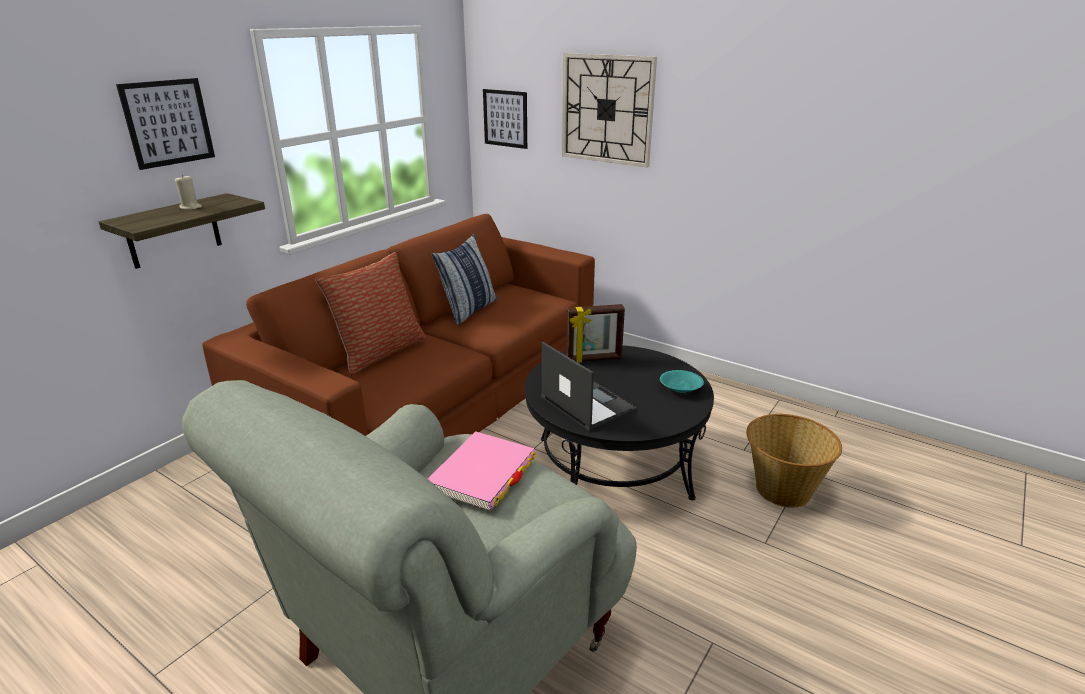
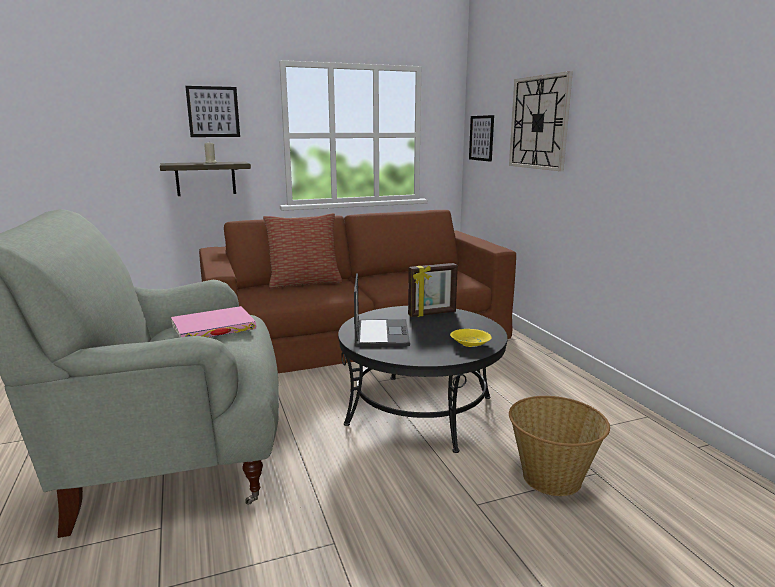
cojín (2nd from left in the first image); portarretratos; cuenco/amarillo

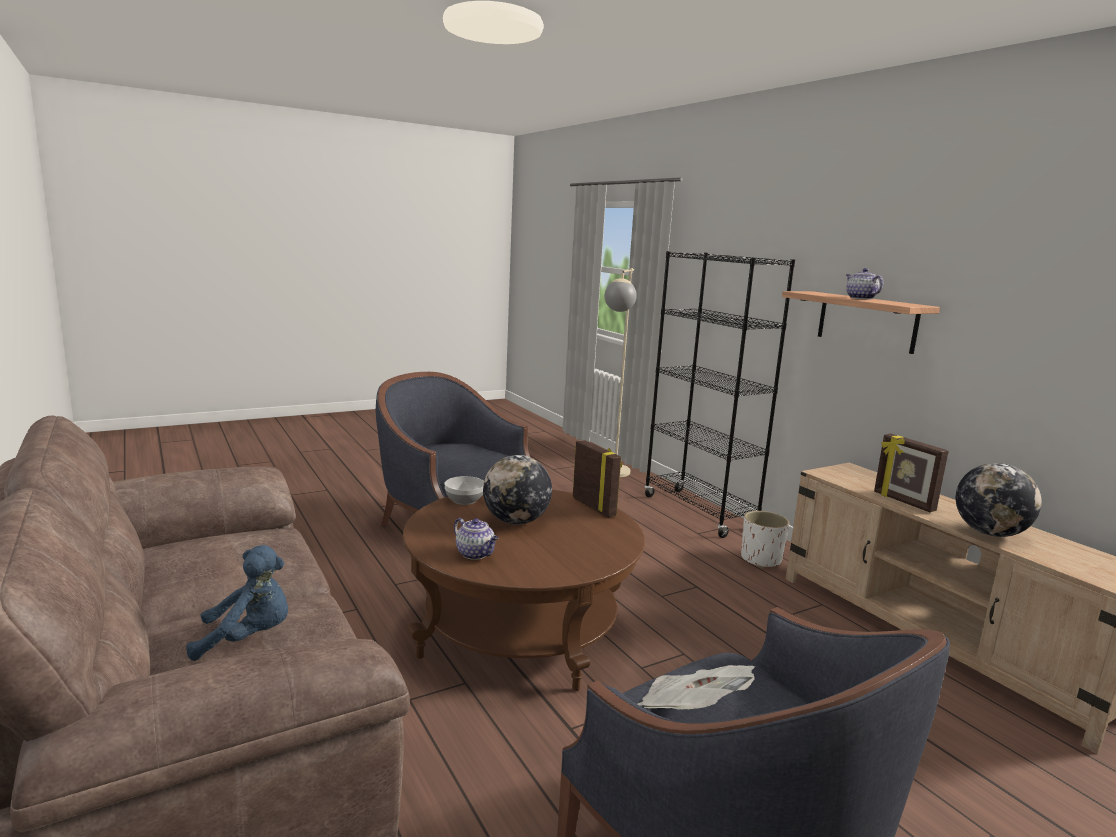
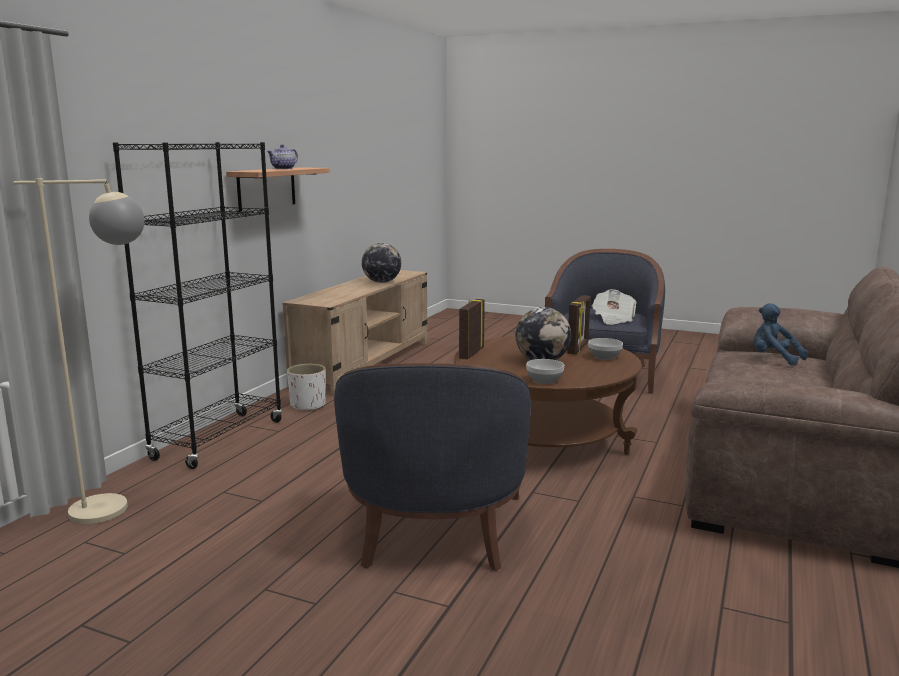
portarretratos (2nd from left); cuenco (2nd from left)

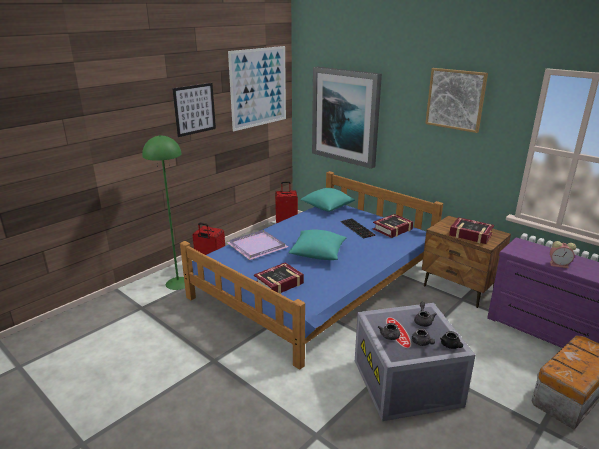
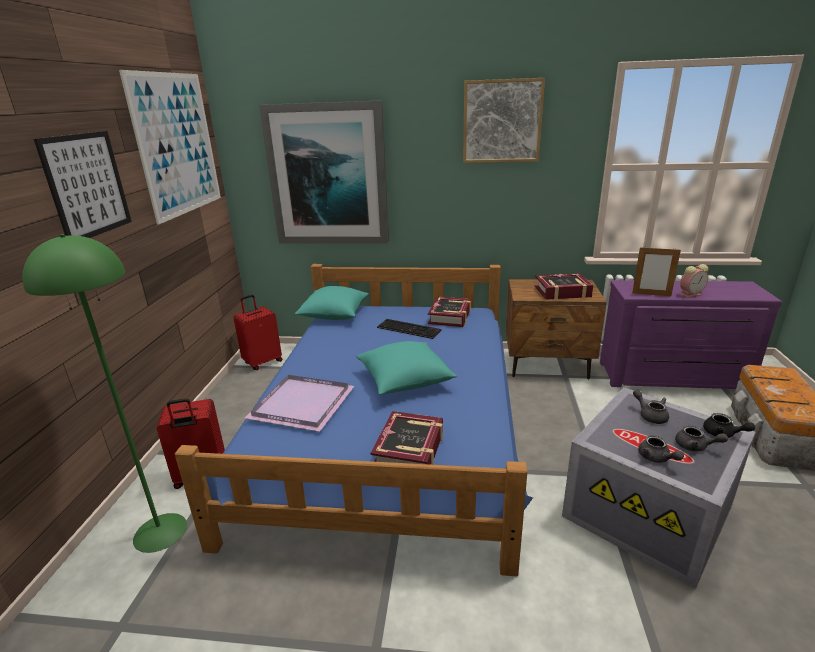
portarretratos

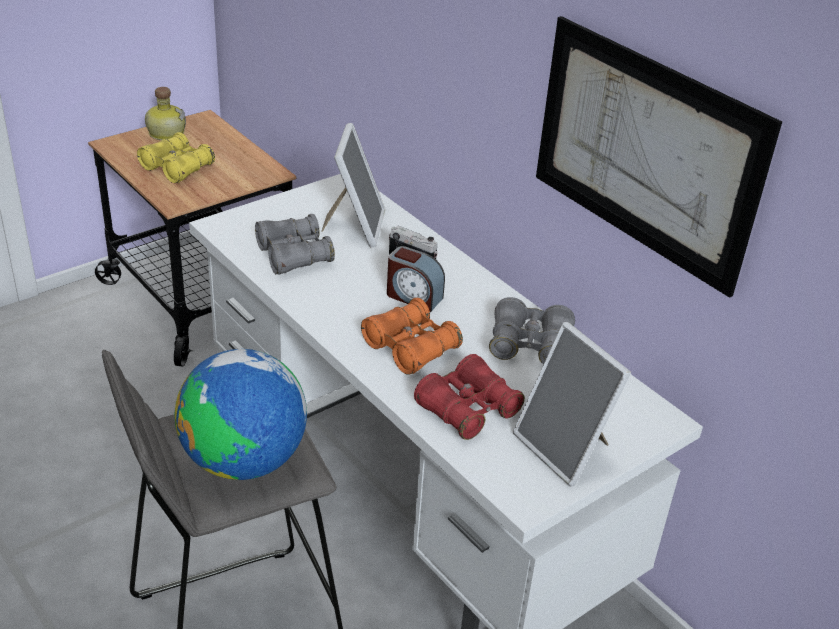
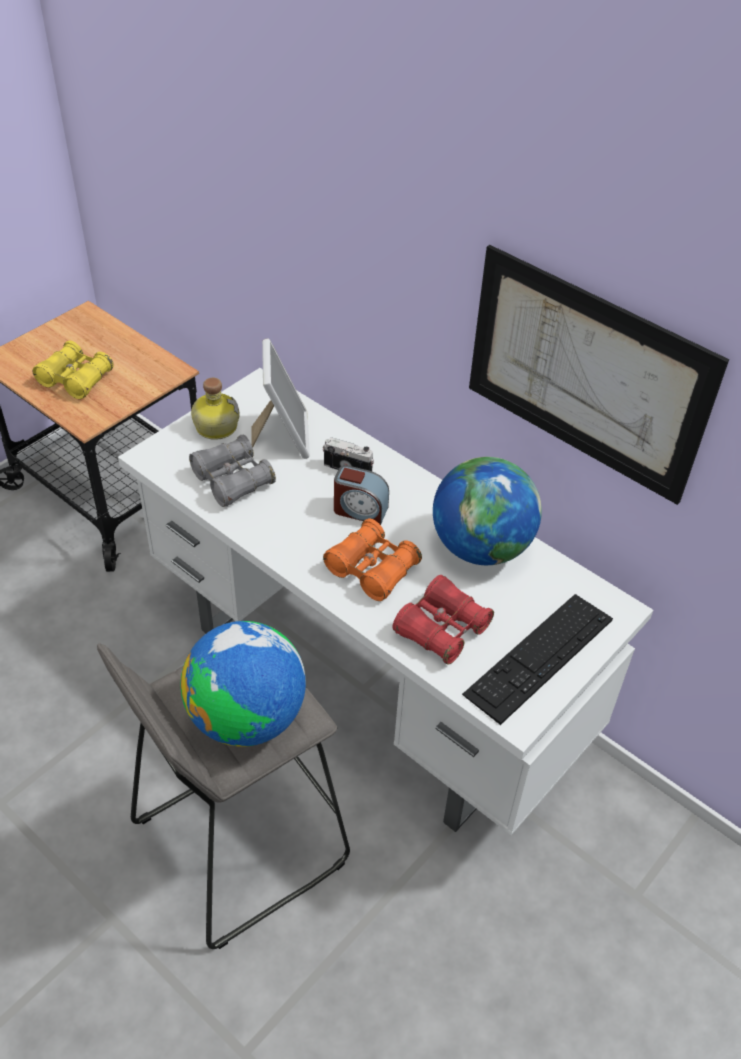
botella; globo terráqueo (2nd from left); teclado

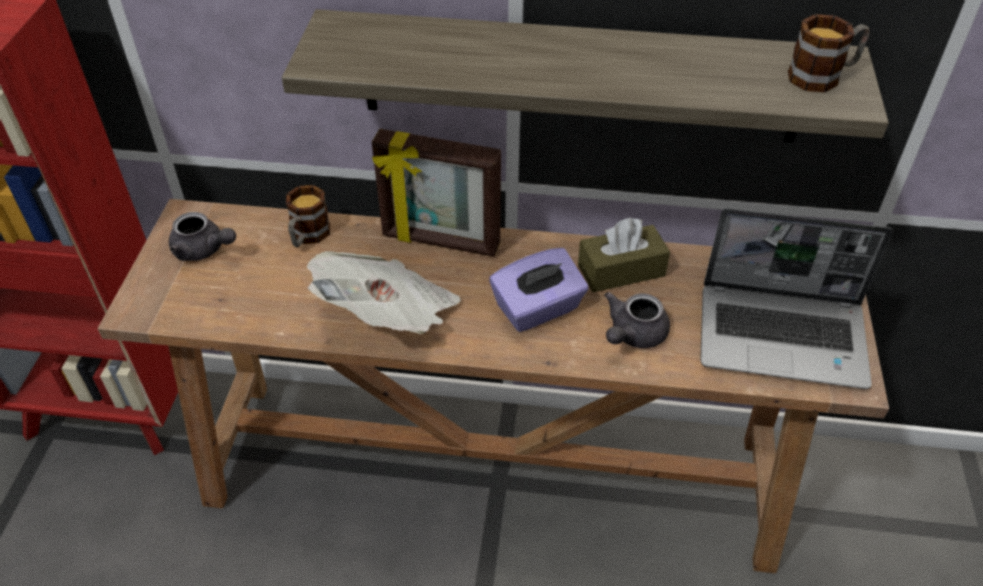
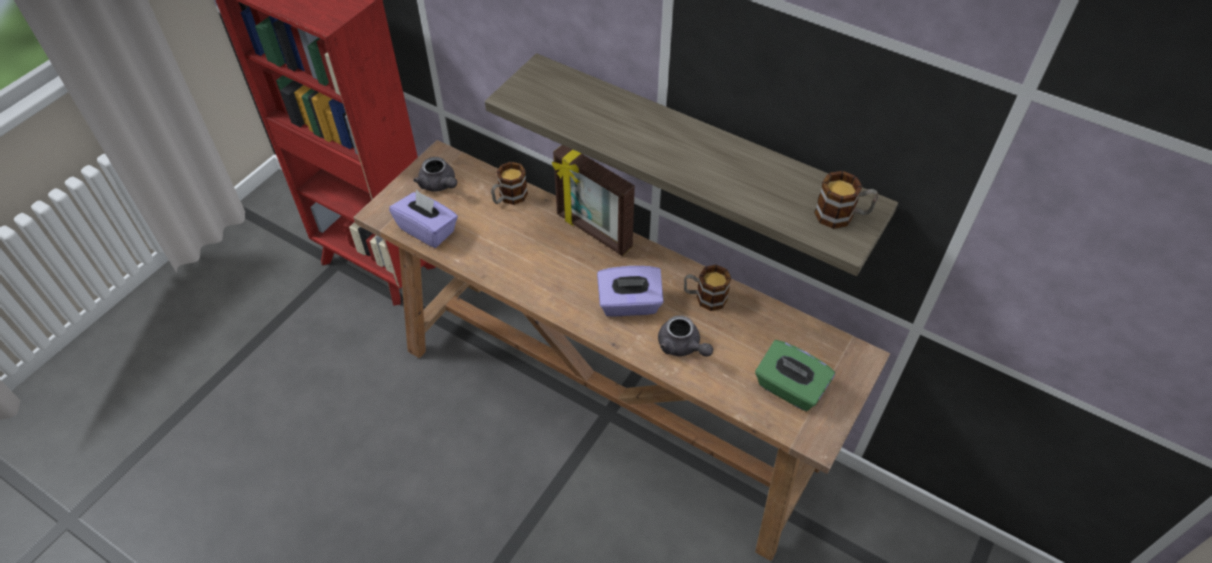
caja de pañuelos/verde; taza grande (2nd from left); periódico; tetera/gris (2nd from left); caja de pañuelos/morado (1st from left)

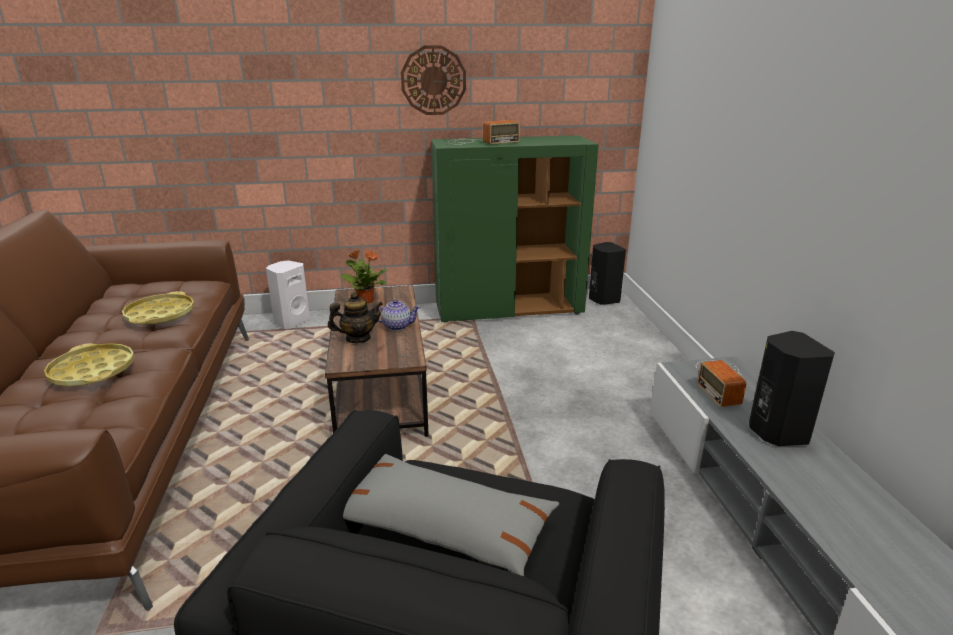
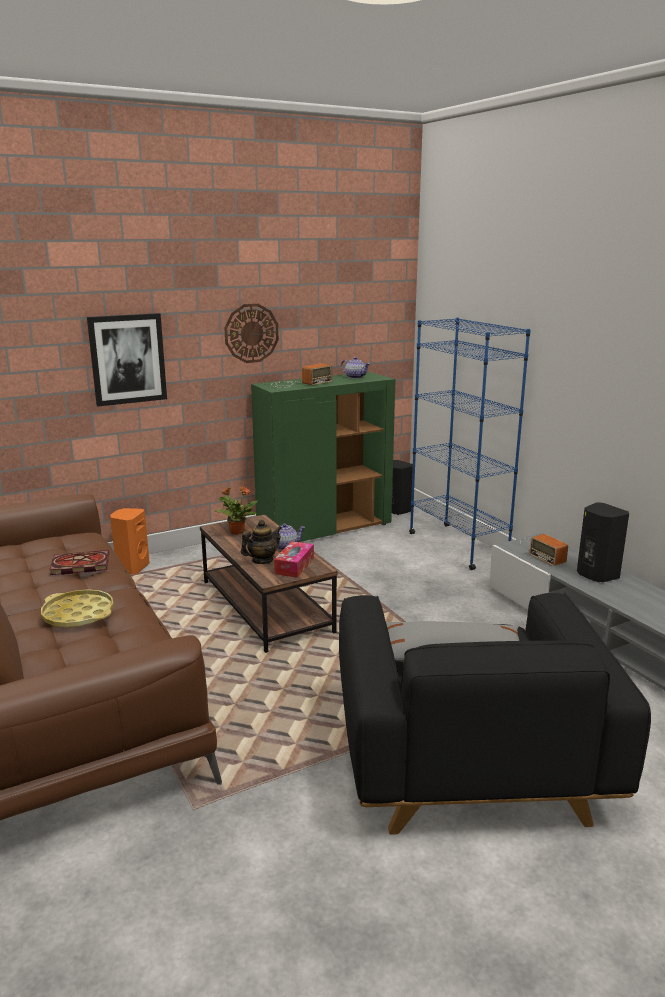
altavoz/naranja; libro; cuadro; estantería/azul; tetera (3rd from left); caja de pañuelos

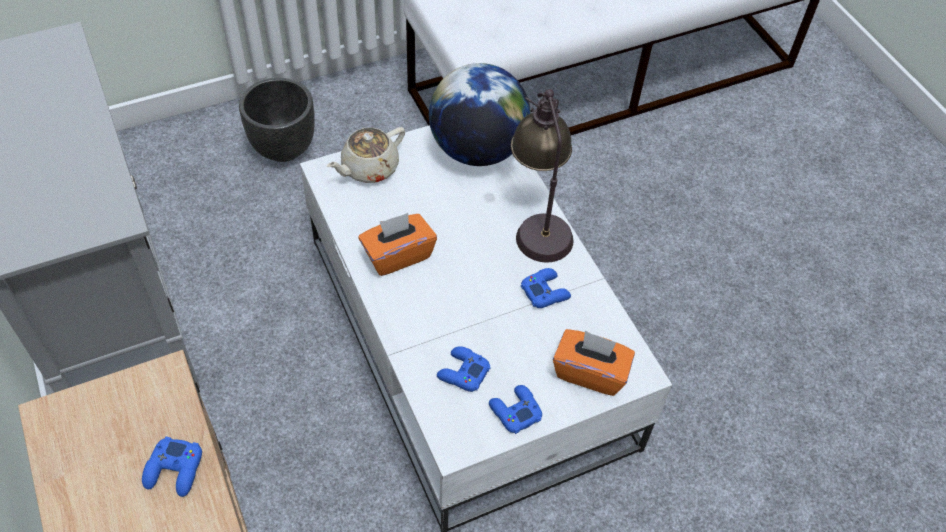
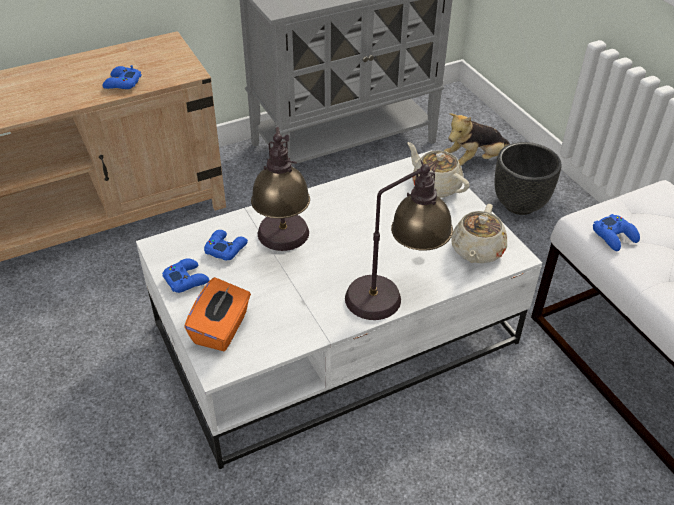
tetera/beis (2nd from left); caja de pañuelos/naranja (1st from left in the first image); mando de consola/azul (4th from left); peluche; lámpara de mesa (1st from left)

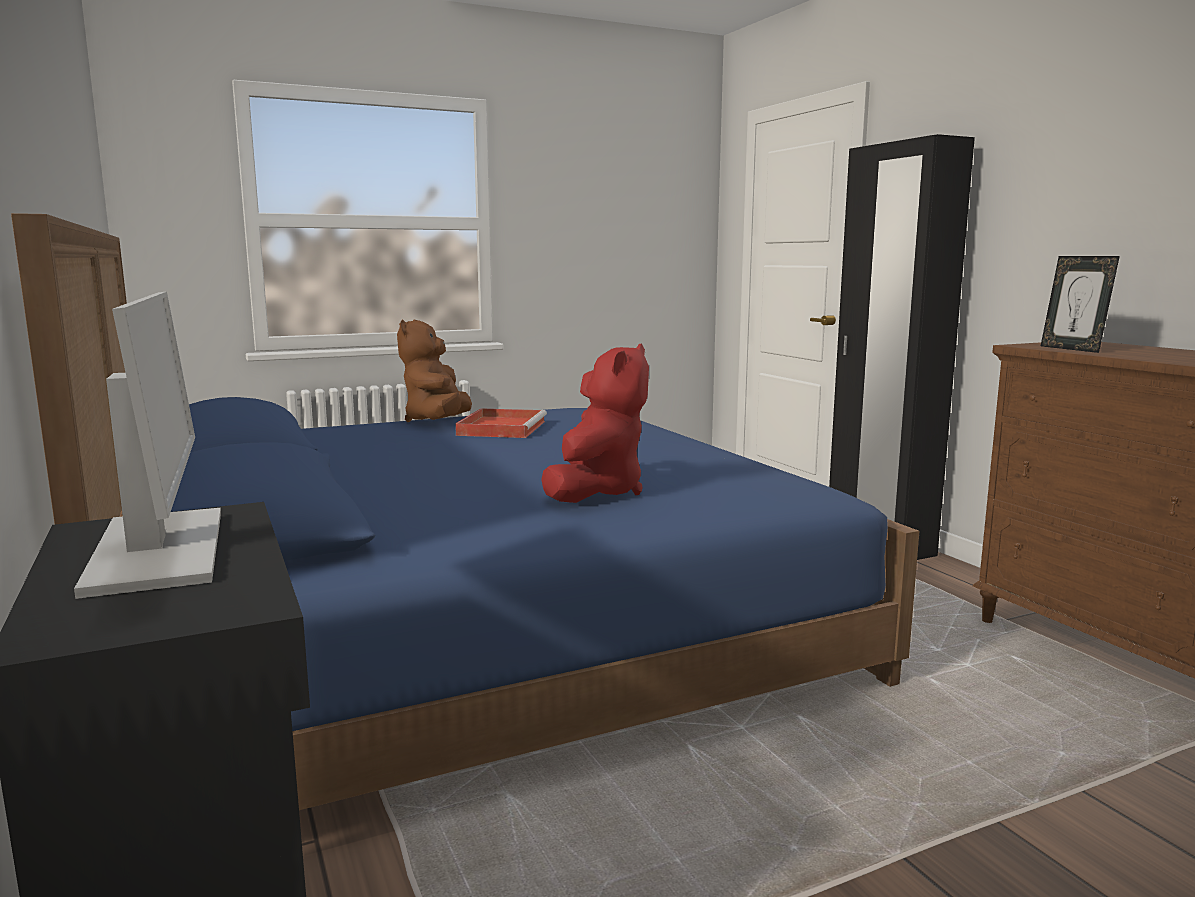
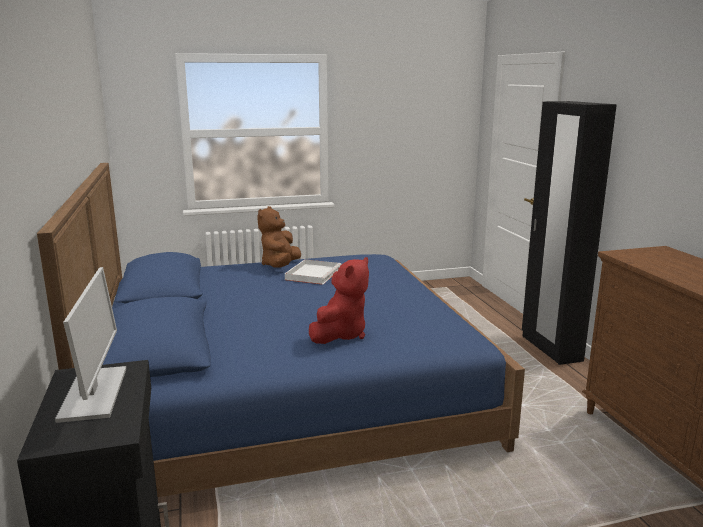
portarretratos; bandeja/blanco

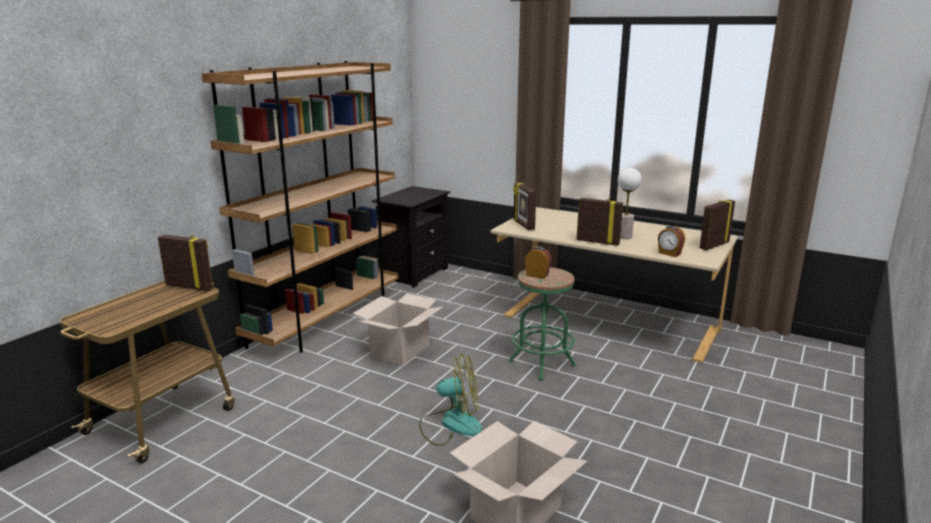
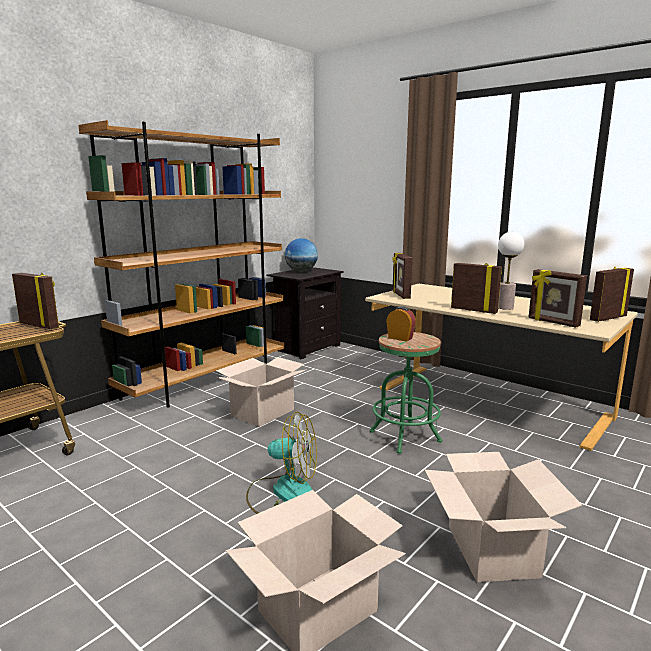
portarretratos (4th from left); globo terráqueo; caja de cartón (3rd from left)

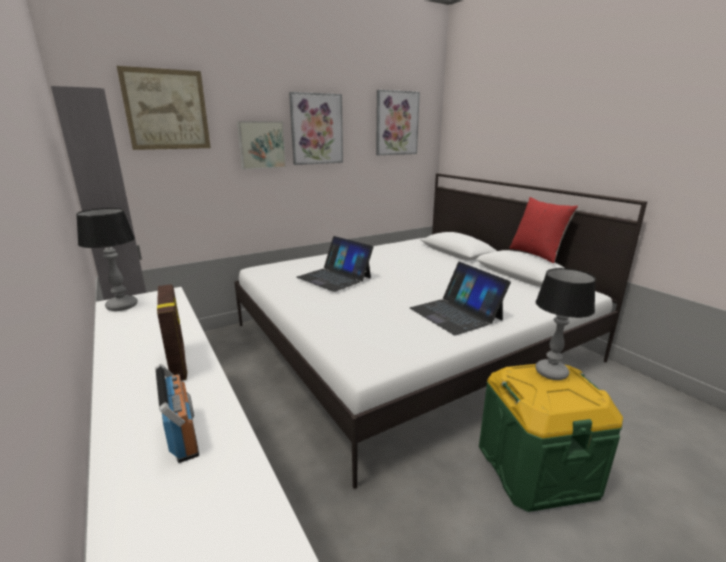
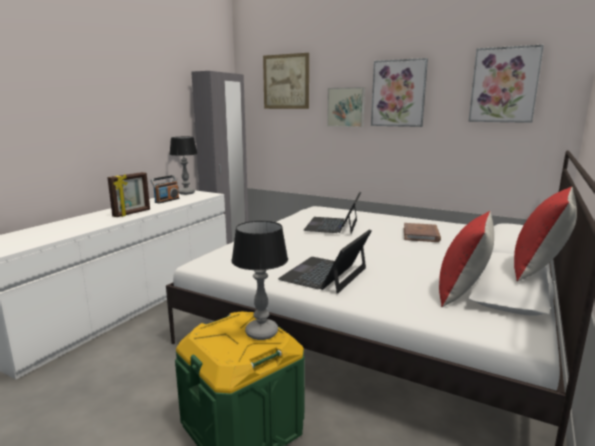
radio; cojín/rojo (1st from left); libro/marrón

